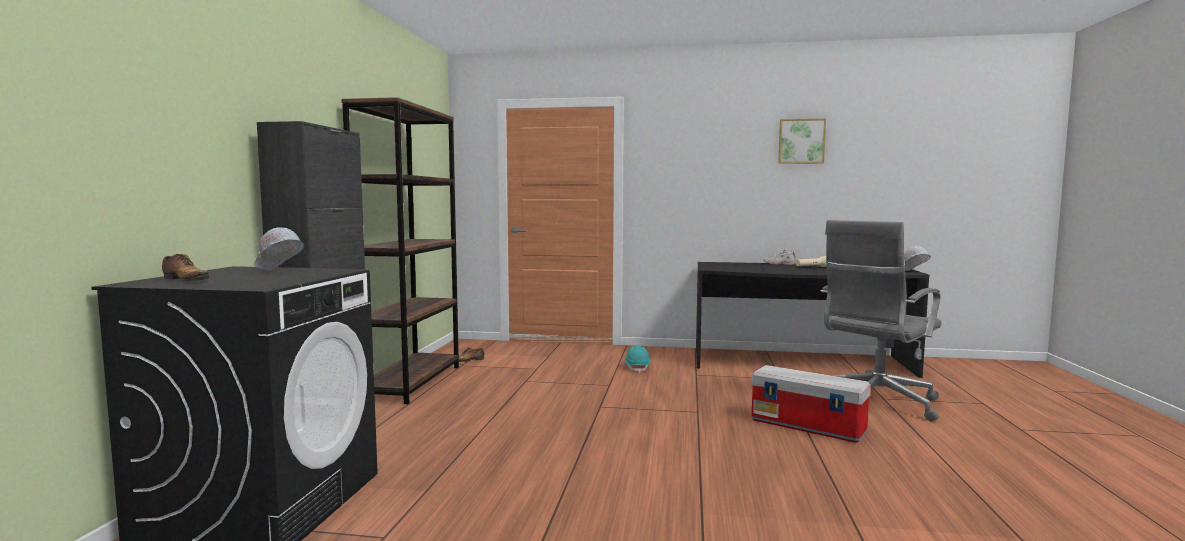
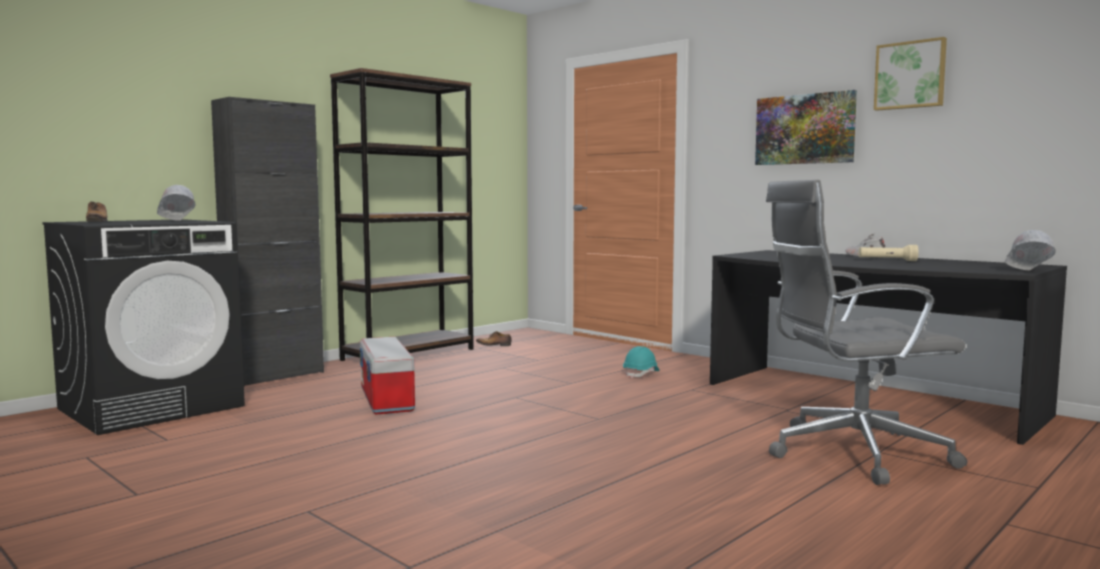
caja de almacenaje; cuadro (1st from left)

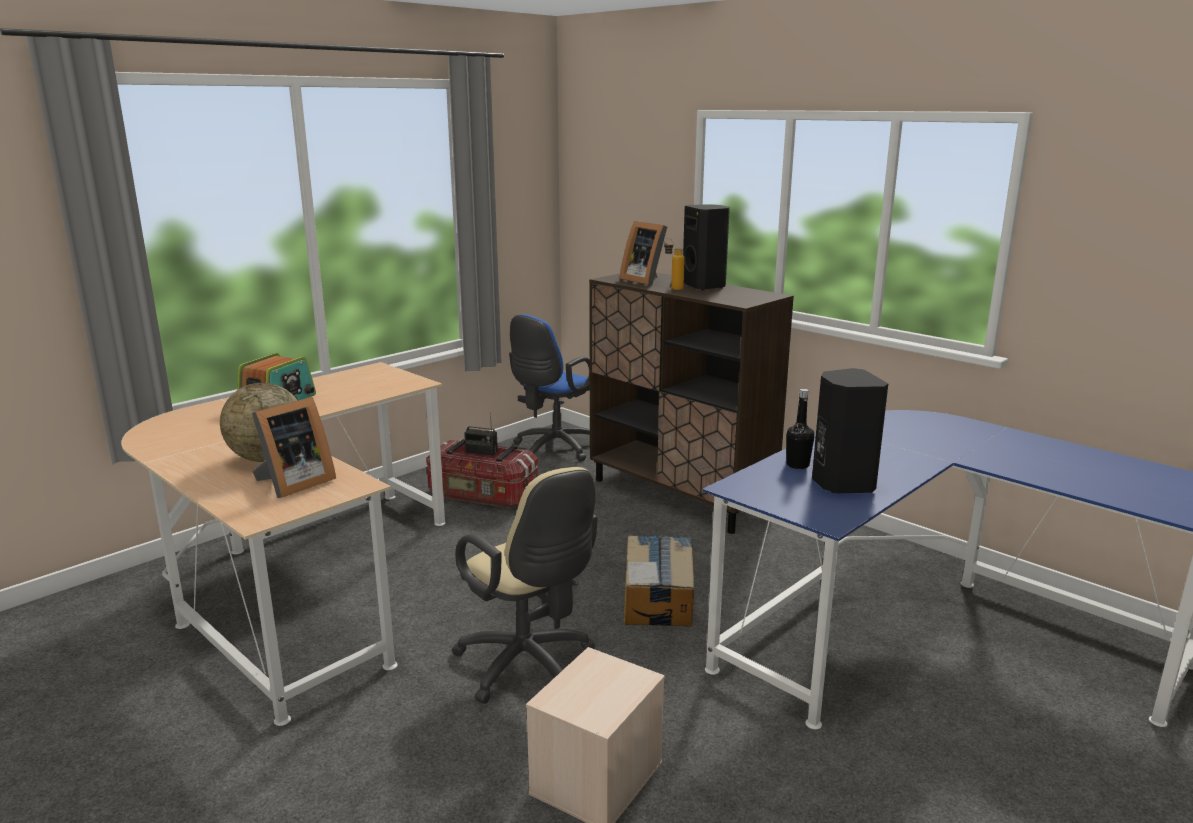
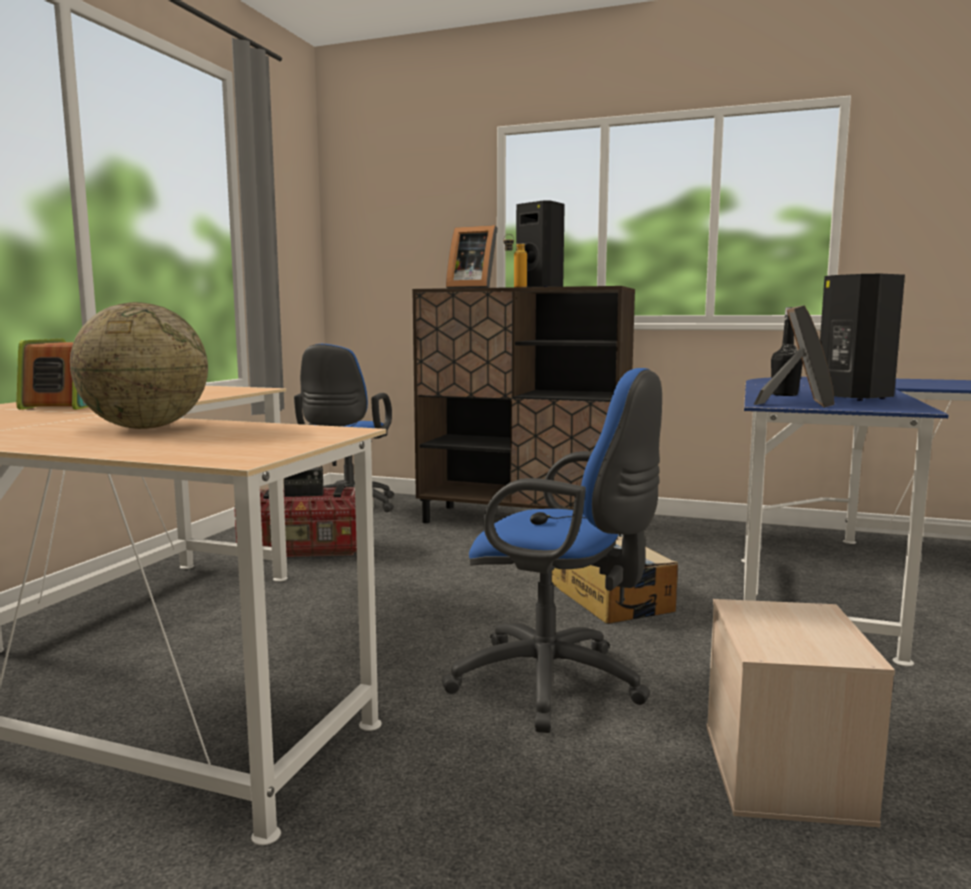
portarretratos (2nd from left); silla de oficina/azul (2nd from left)

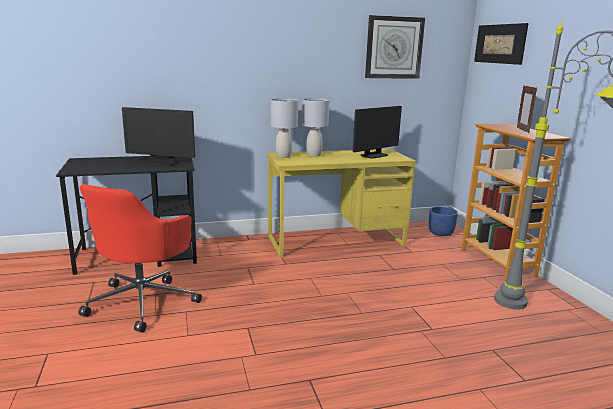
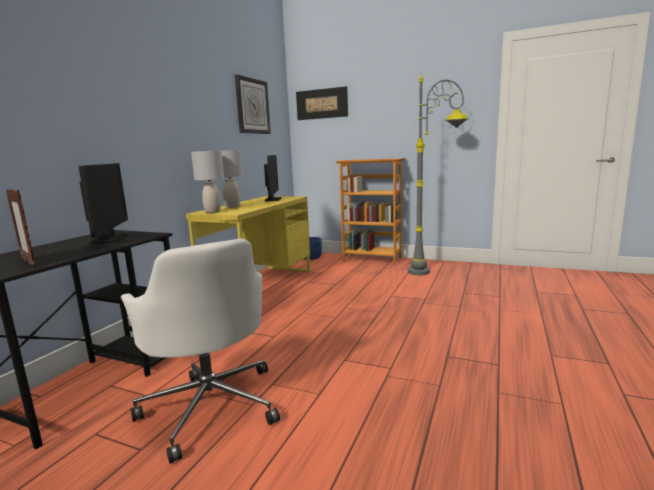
portarretratos; monitor (1st from left); silla de oficina/blanco

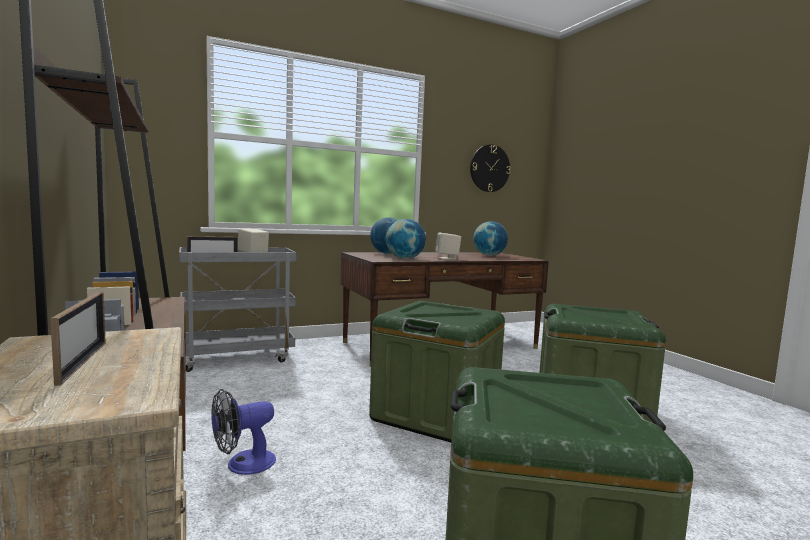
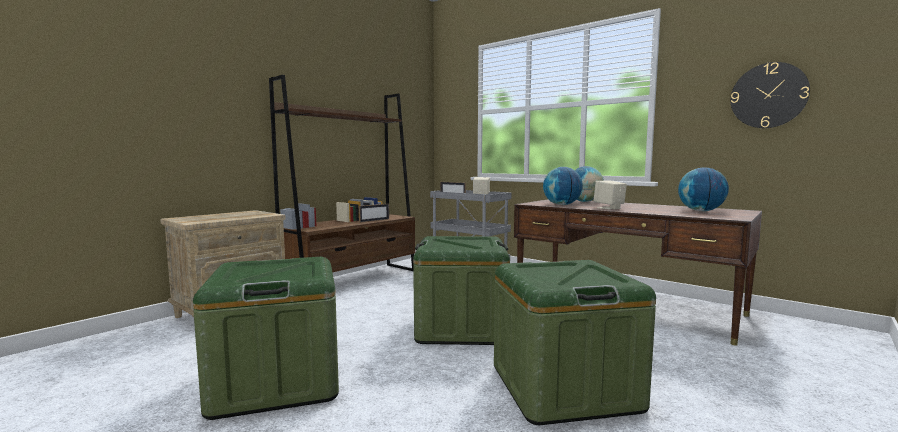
portarretratos (1st from left); ventilador

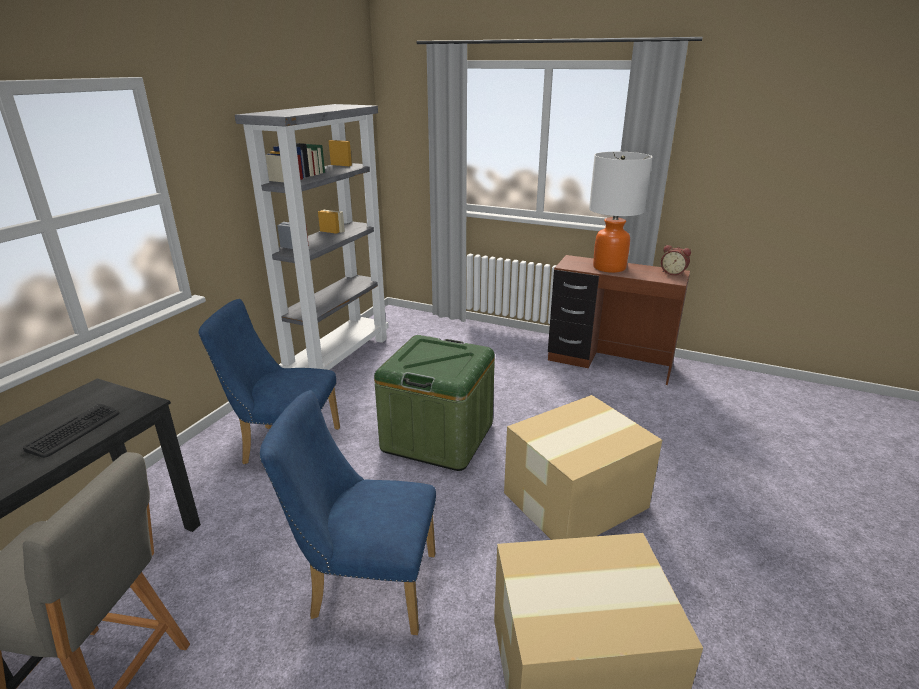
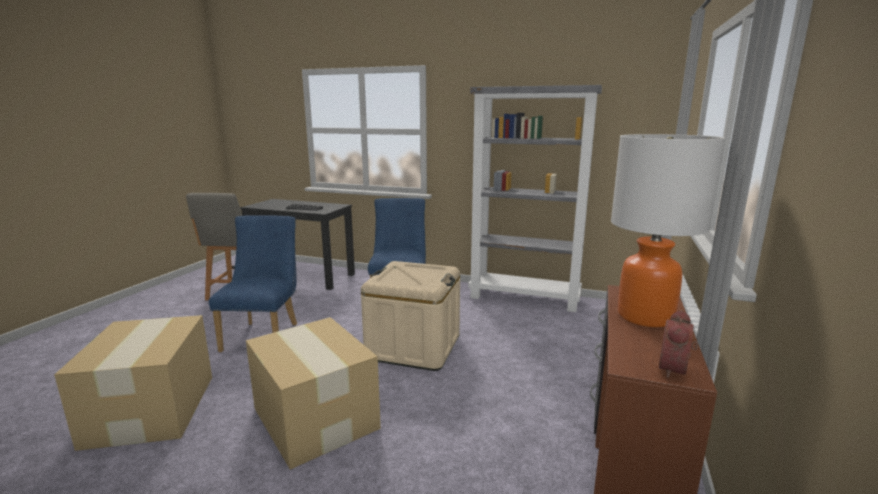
caja de almacenaje/beis

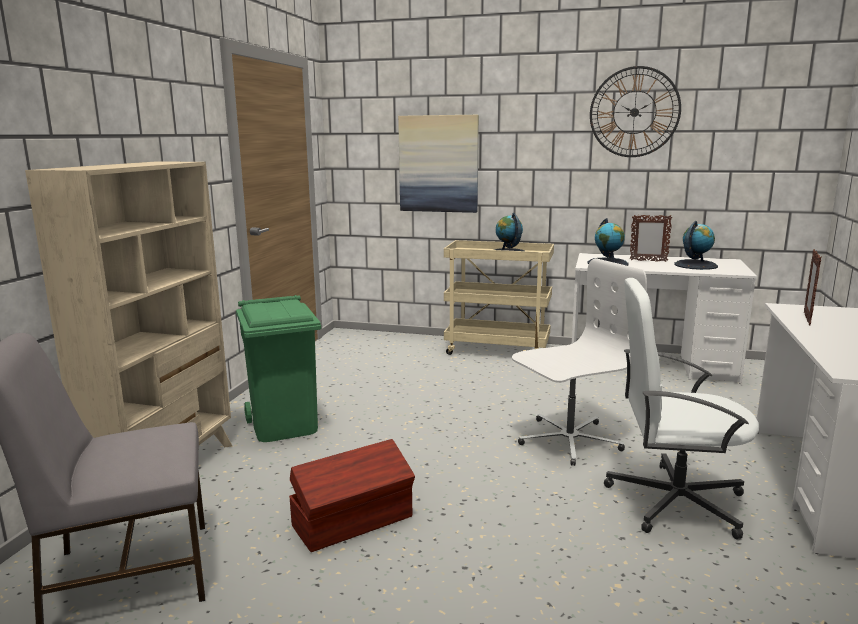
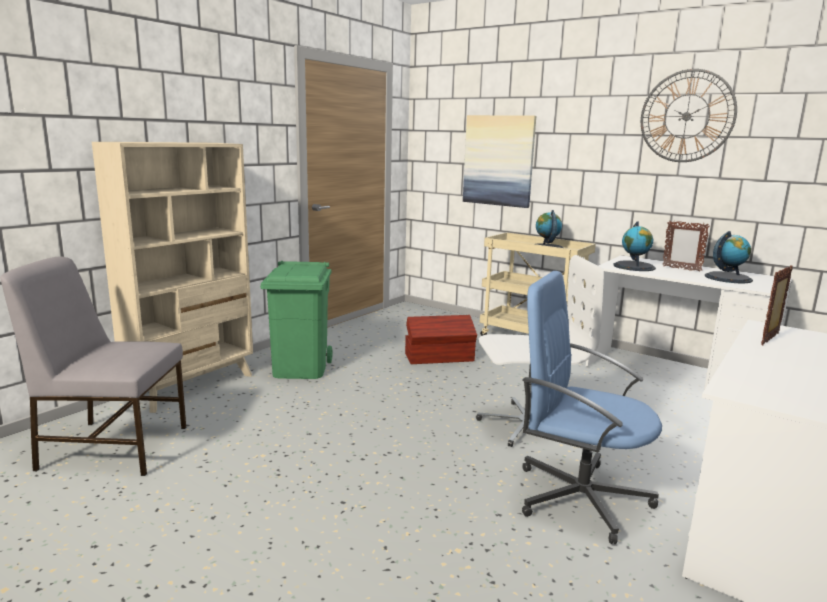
silla de oficina/azul; caja de almacenaje/marrón

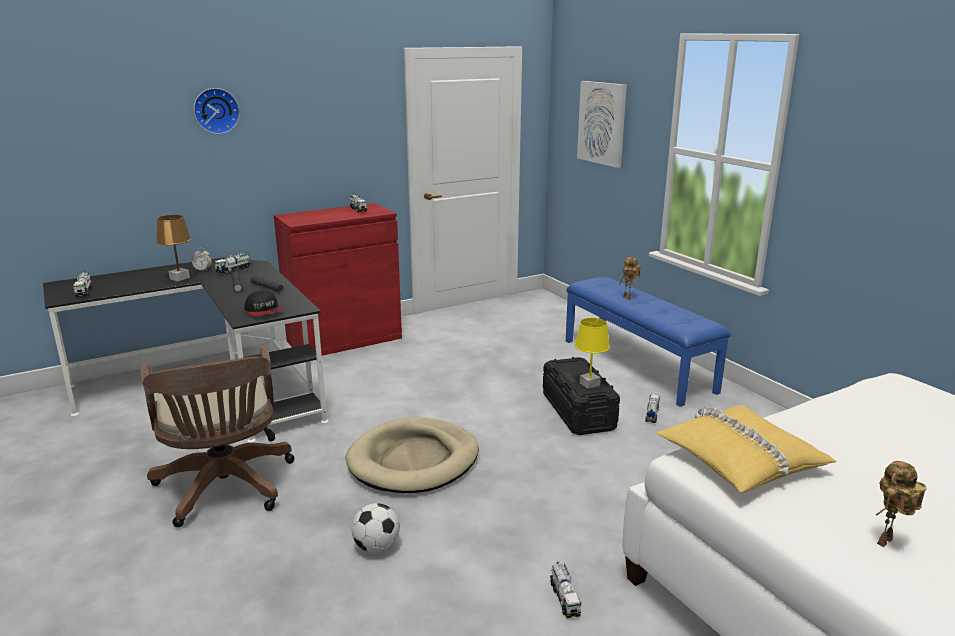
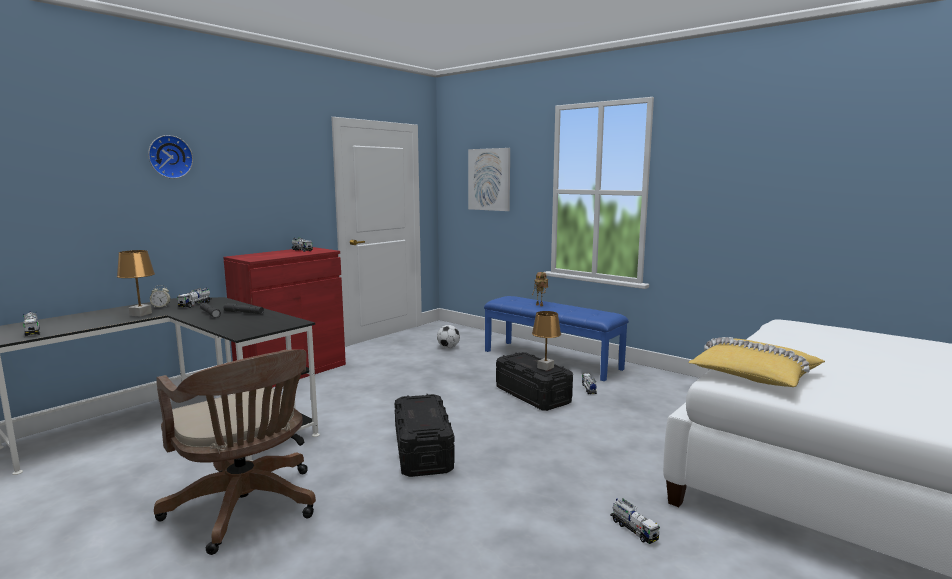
gorra; lámpara de mesa/marrón (2nd from left); caja de almacenaje/negro (1st from left); robot de juguete (2nd from left in the first image); balón de fútbol

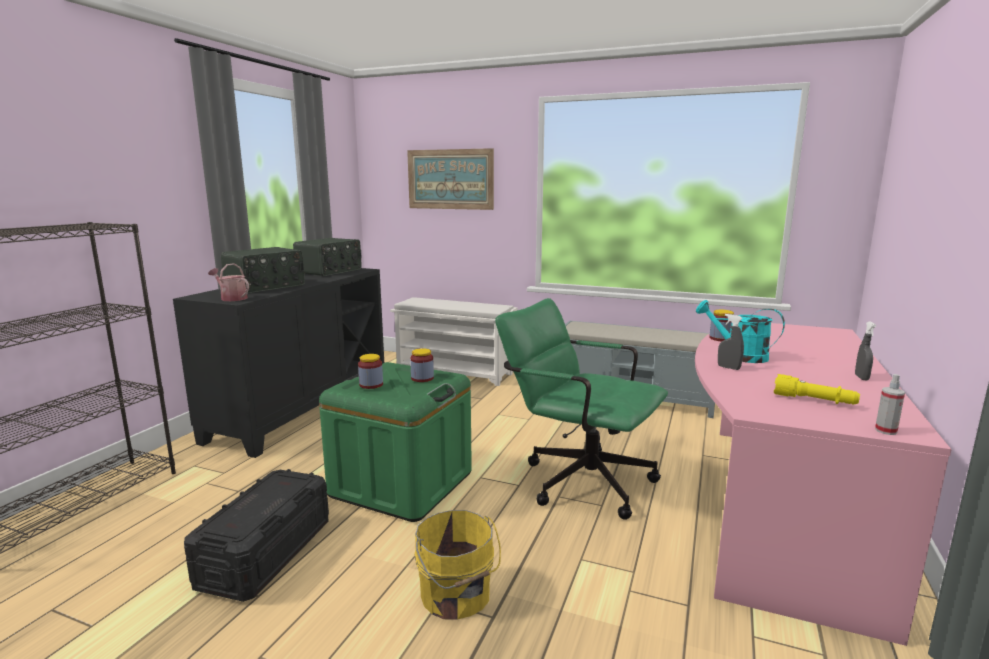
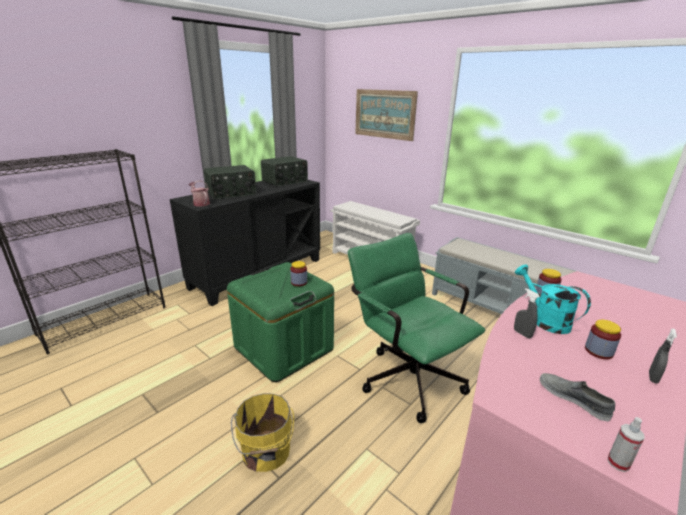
tarro (3rd from left); zapato/gris; caja de almacenaje/negro

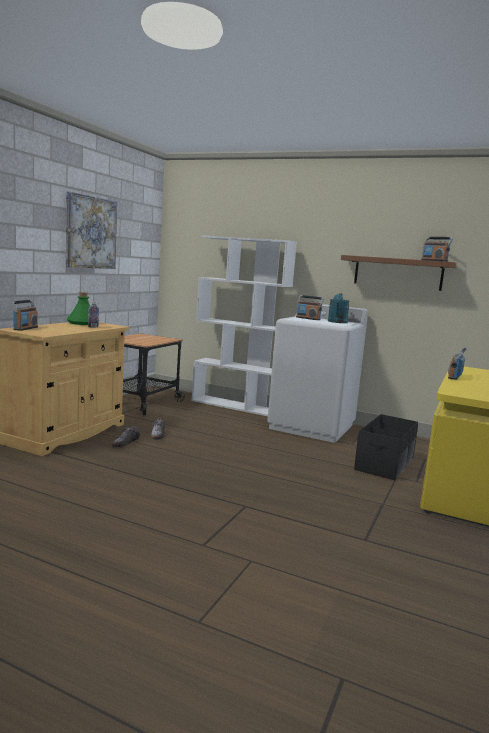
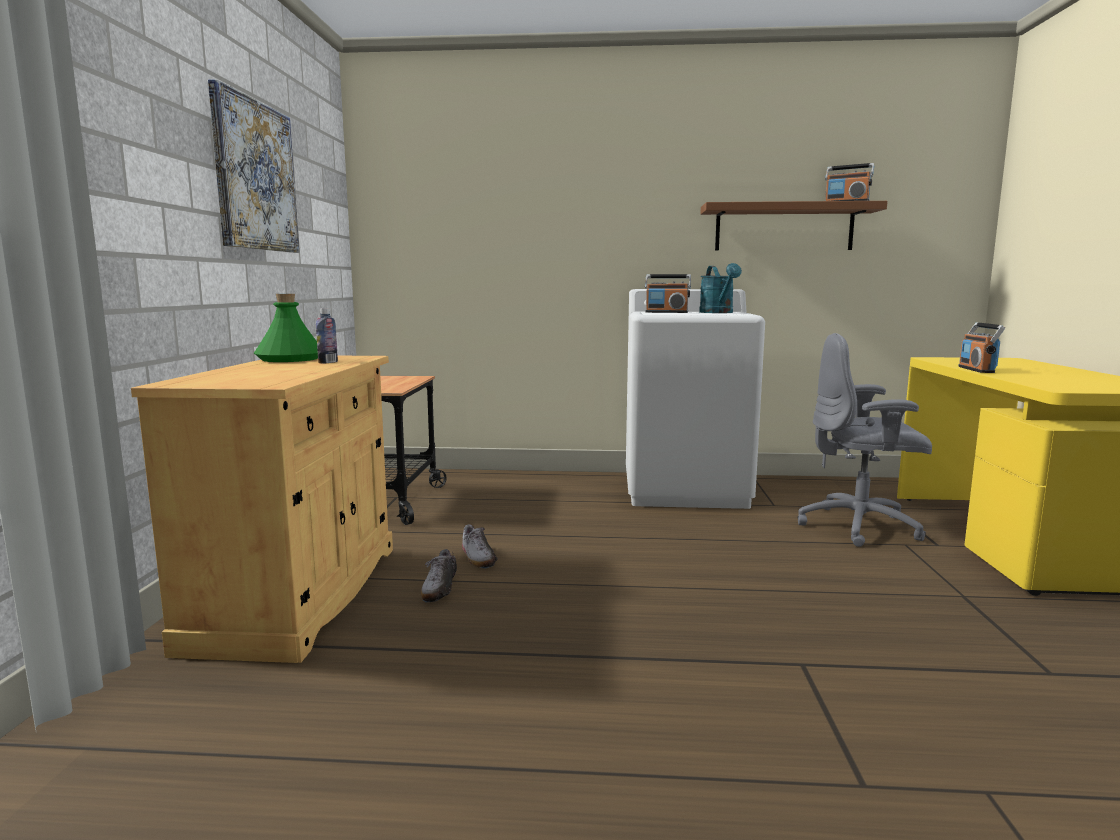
estantería/blanco; radio (1st from left in the first image); silla de oficina/gris

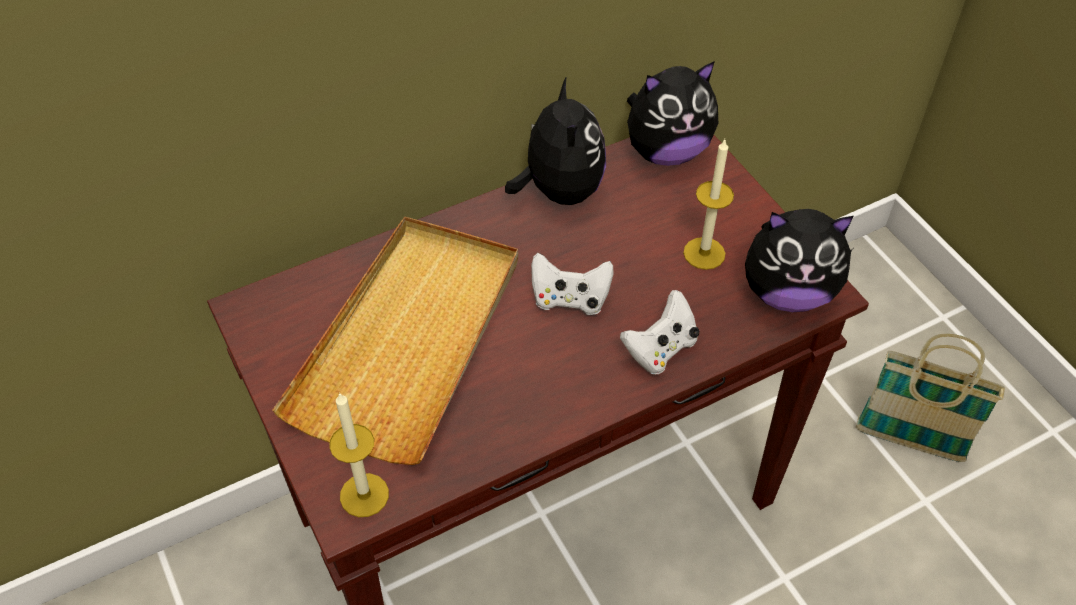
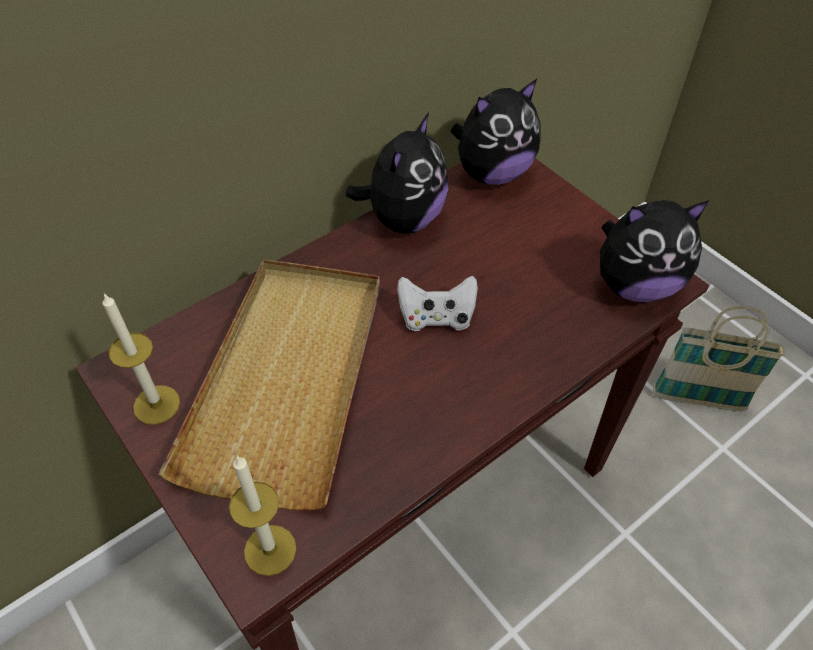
peluche (1st from left); vela (1st from left); mando de consola/blanco (2nd from left in the first image)

